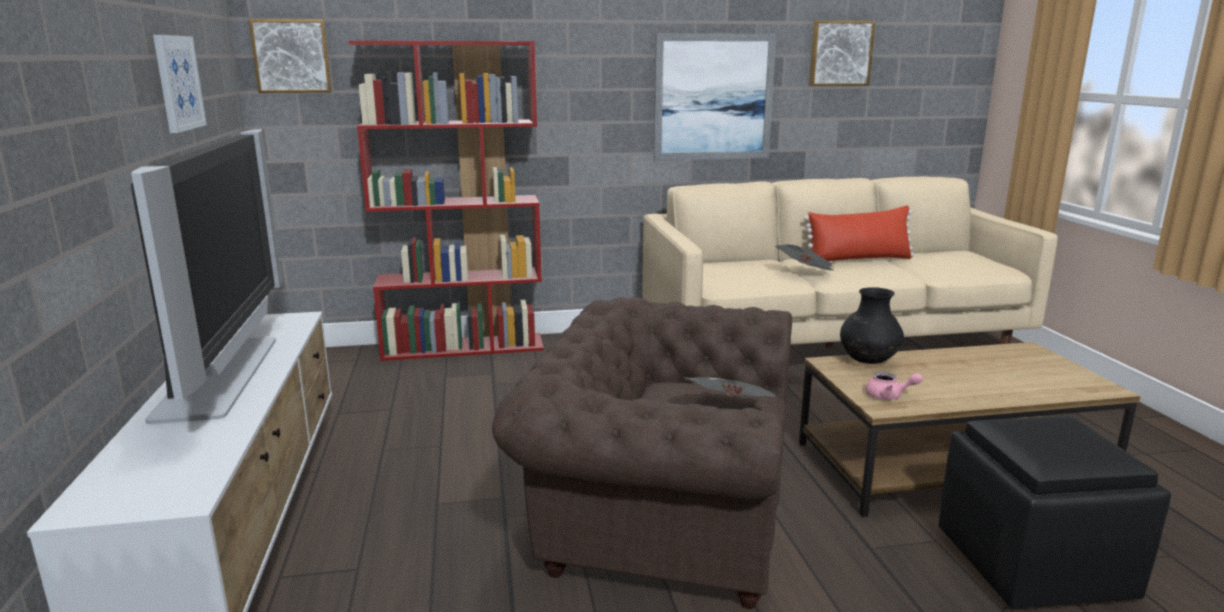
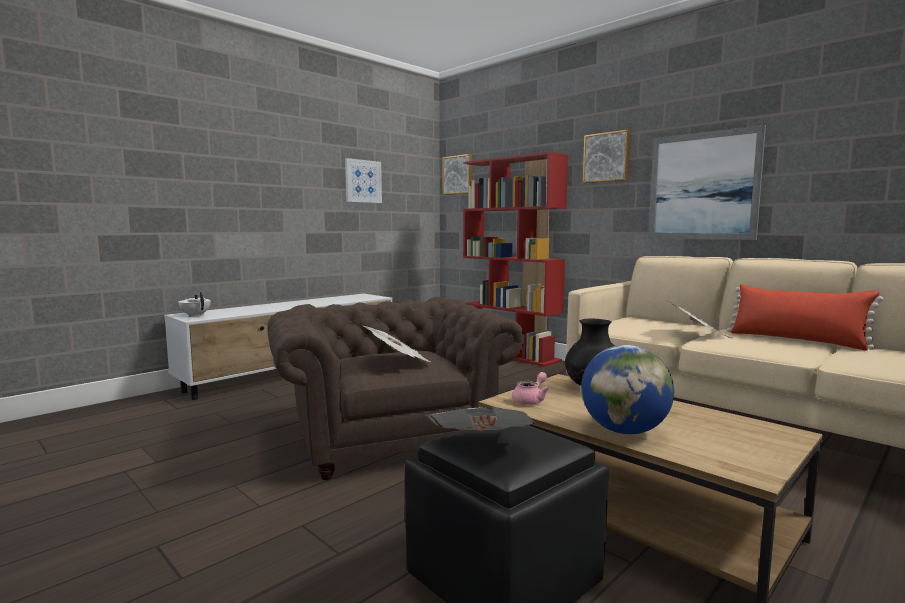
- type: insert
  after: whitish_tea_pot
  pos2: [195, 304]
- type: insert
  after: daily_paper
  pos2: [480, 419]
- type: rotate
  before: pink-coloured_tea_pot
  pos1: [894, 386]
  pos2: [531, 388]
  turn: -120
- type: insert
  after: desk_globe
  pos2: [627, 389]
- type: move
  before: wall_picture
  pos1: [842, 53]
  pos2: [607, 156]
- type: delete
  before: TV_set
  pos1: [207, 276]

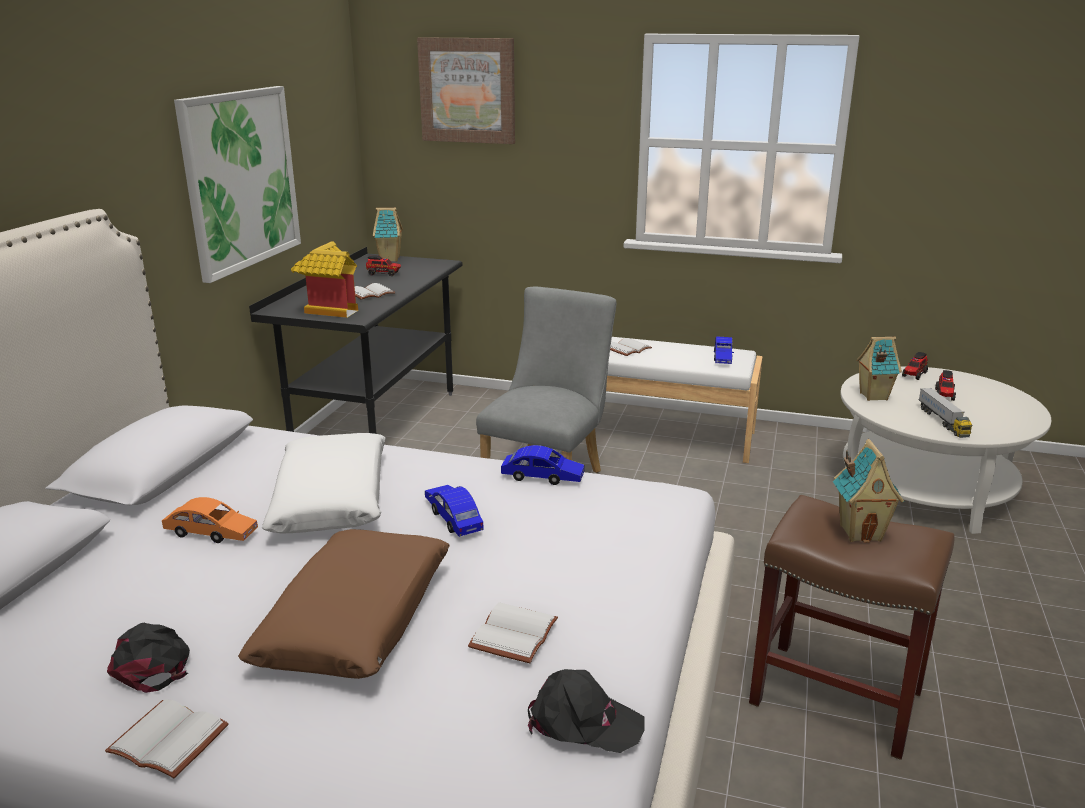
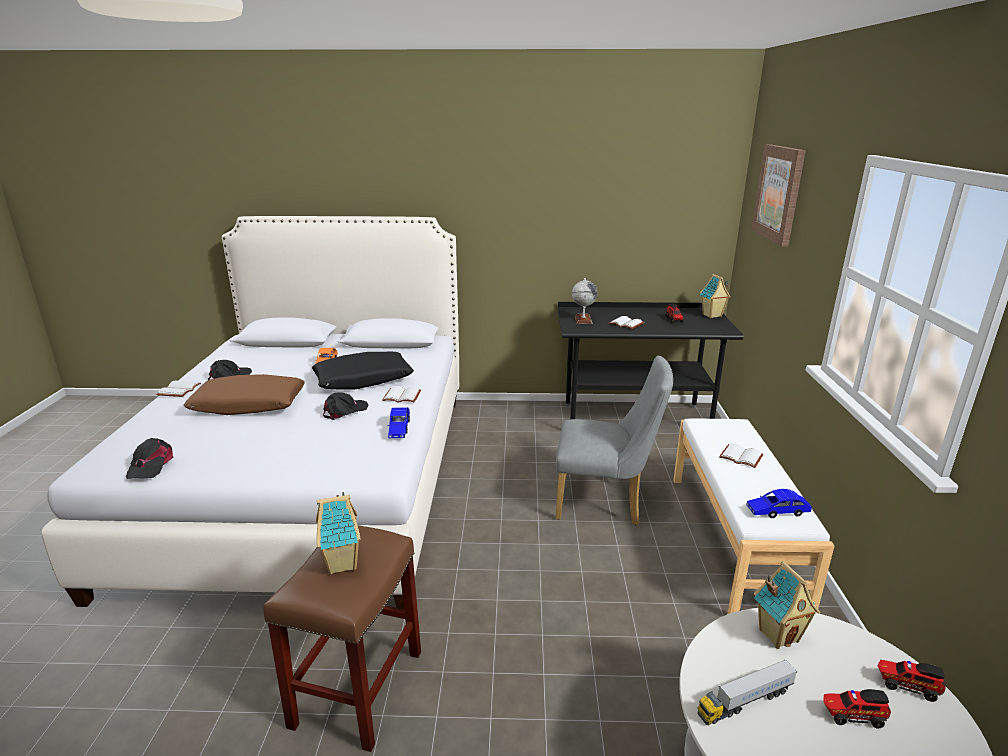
- type: recolor
  before: whitish_throw_pillow
  after: black-coloured_throw_pillow
  pos1: [324, 483]
  pos2: [363, 370]
- type: replace
  before: blue_miniature_car
  after: black-coloured_peaked_cap
  pos1: [454, 511]
  pos2: [345, 406]
- type: move
  before: whitish_book
  pos1: [513, 632]
  pos2: [401, 394]
- type: replace
  before: miniature_house
  after: desk_globe
  pos1: [324, 279]
  pos2: [585, 301]
- type: delete
  before: wall_picture
  pos1: [237, 184]

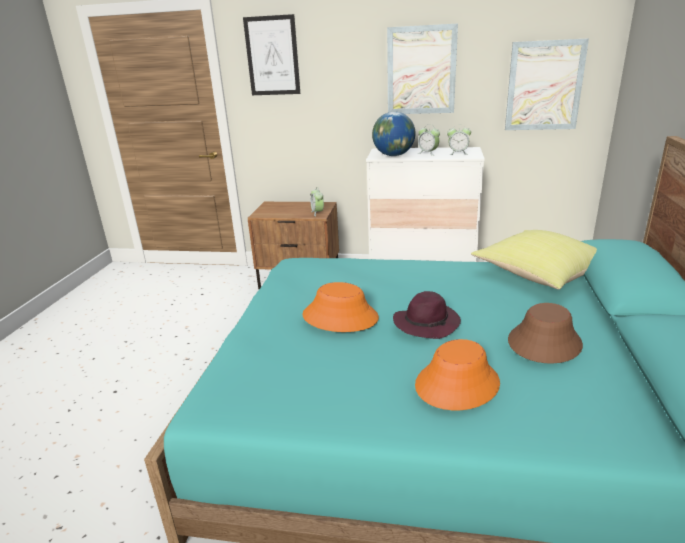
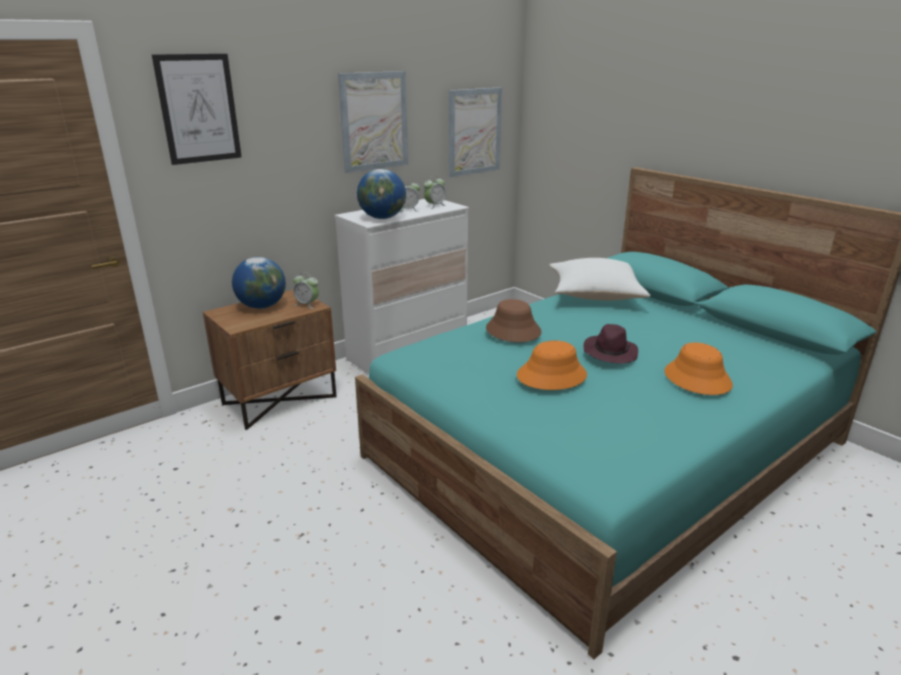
- type: insert
  after: desk_globe
  pos2: [259, 283]
- type: move
  before: brownish_clothing_hat
  pos1: [545, 333]
  pos2: [513, 320]
- type: recolor
  before: yellowish_throw_pillow
  after: whitish_throw_pillow
  pos1: [534, 260]
  pos2: [600, 279]

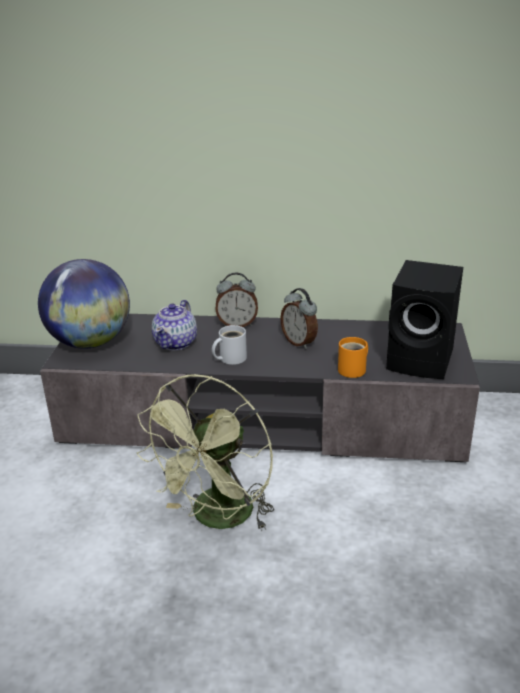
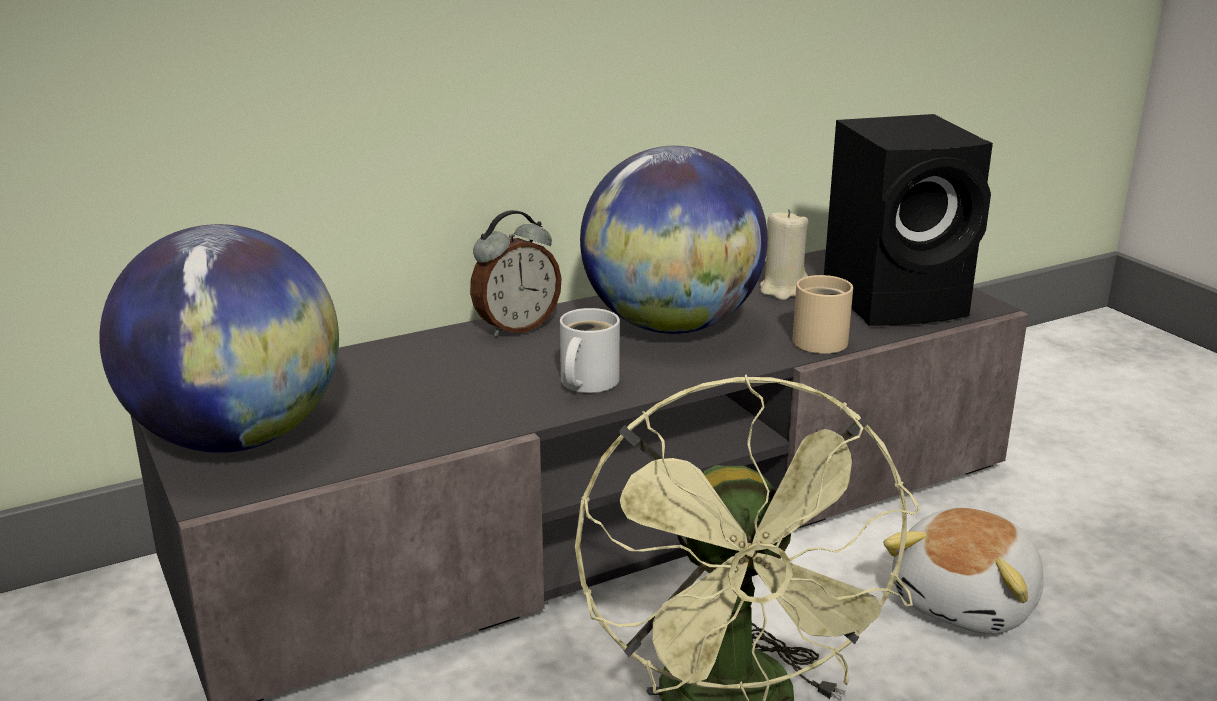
- type: replace
  before: bedside_clock
  after: desk_globe
  pos1: [299, 318]
  pos2: [674, 240]
- type: insert
  after: sand-coloured_wax_candle
  pos2: [784, 254]
- type: recolor
  before: orangey_coffee_mug
  after: sand-coloured_coffee_mug
  pos1: [353, 357]
  pos2: [822, 314]
- type: insert
  after: soft_toy
  pos2: [963, 571]
- type: delete
  before: tea_pot
  pos1: [174, 325]

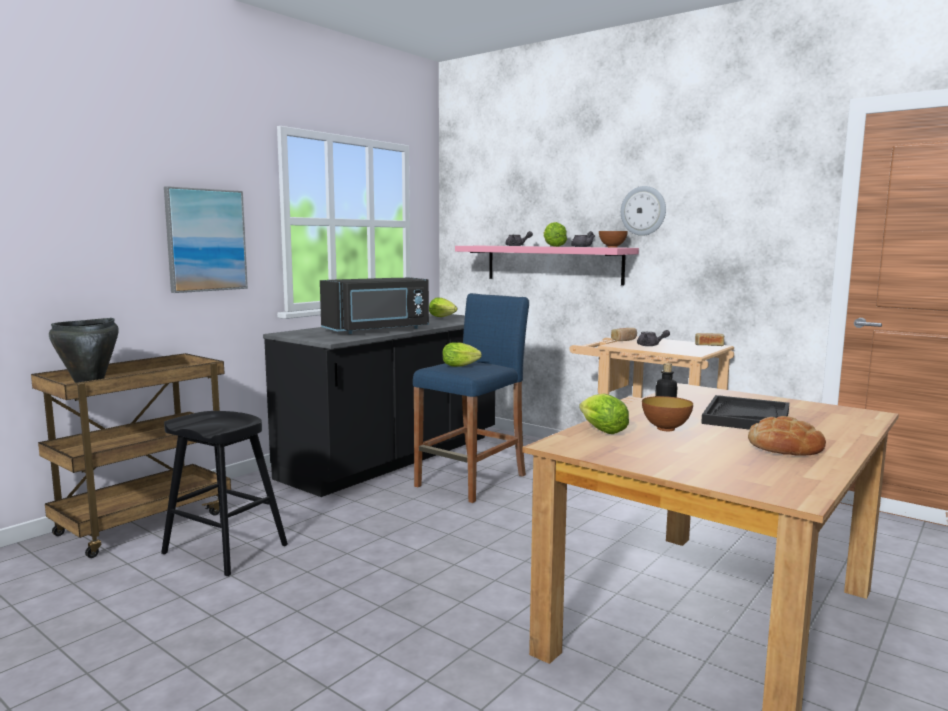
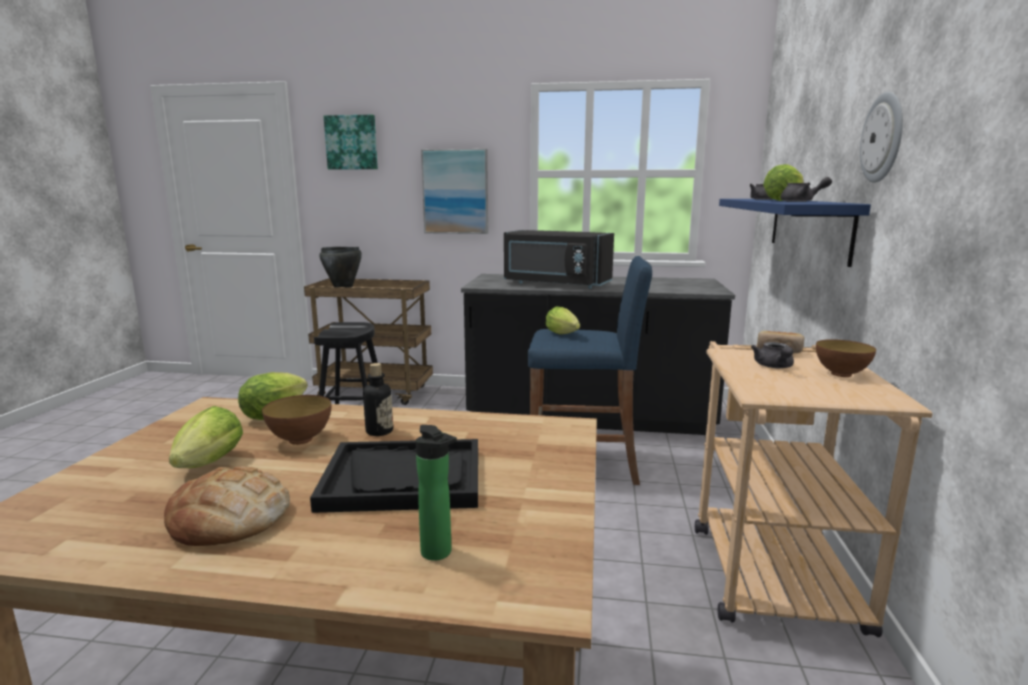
- type: move
  before: lettuce
  pos1: [443, 307]
  pos2: [206, 437]
- type: insert
  after: wall_picture
  pos2: [351, 142]
- type: insert
  after: drink_bottle
  pos2: [436, 493]
- type: recolor
  before: pink-coloured_wall_shelf
  after: blue_wall_shelf
  pos1: [547, 266]
  pos2: [795, 233]
- type: move
  before: bowl
  pos1: [613, 239]
  pos2: [846, 358]
- type: delete
  before: bakery_bread
  pos1: [709, 339]

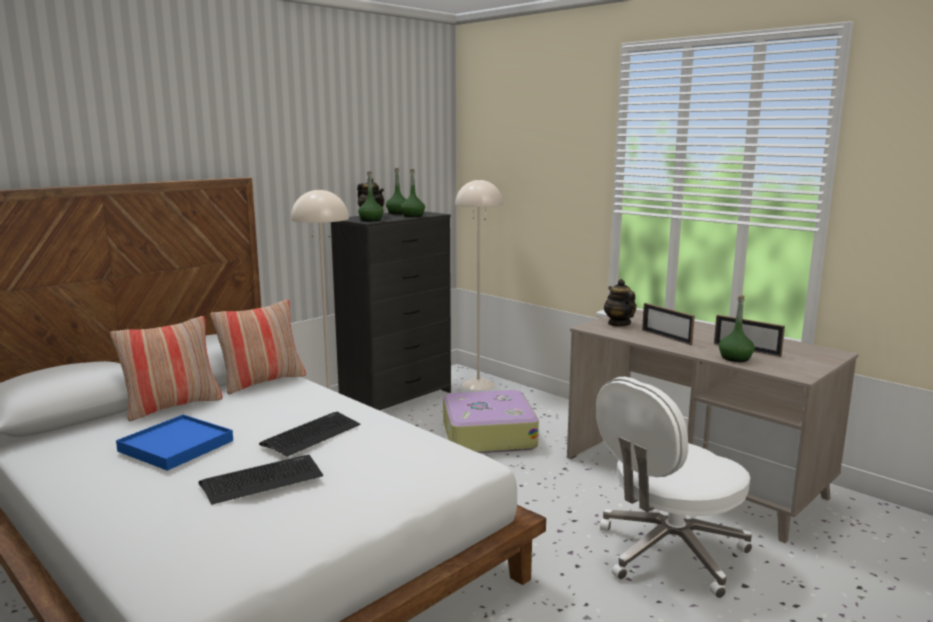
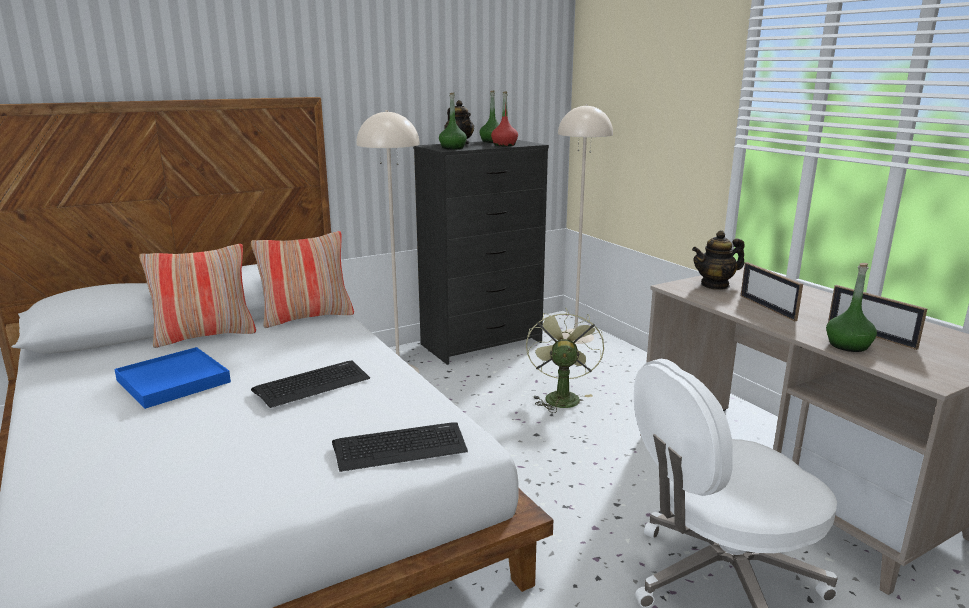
- type: move
  before: keyboard
  pos1: [260, 480]
  pos2: [400, 447]
- type: recolor
  before: green_drink_bottle
  after: red_drink_bottle
  pos1: [413, 193]
  pos2: [504, 118]
- type: replace
  before: suitcase
  after: green_fan
  pos1: [491, 421]
  pos2: [565, 360]
- type: rotate
  before: tea_pot
  pos1: [620, 302]
  pos2: [718, 260]
  turn: -105

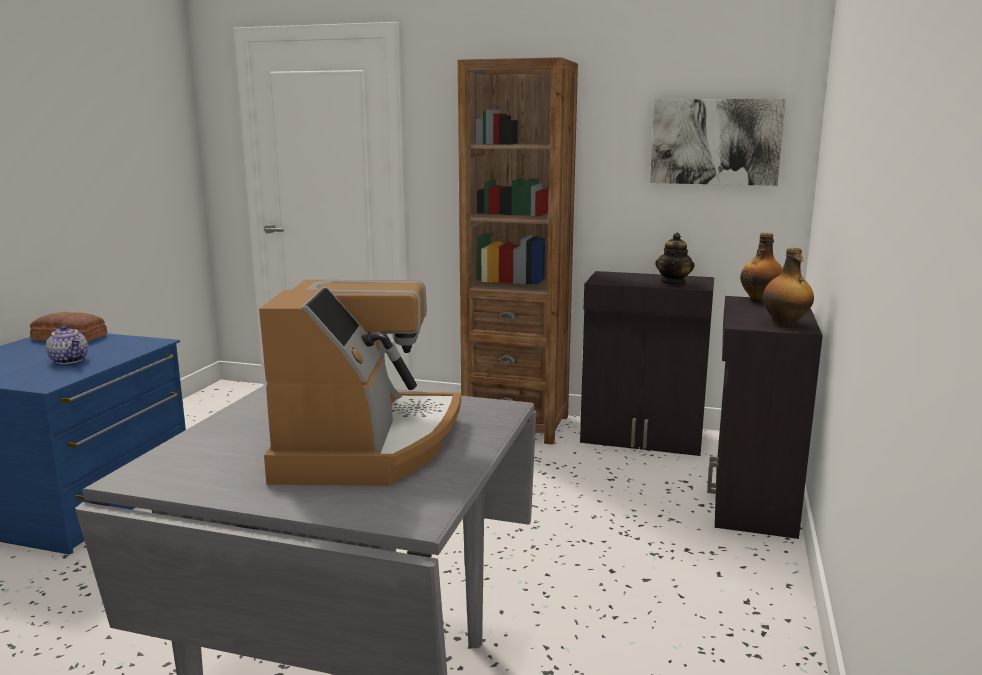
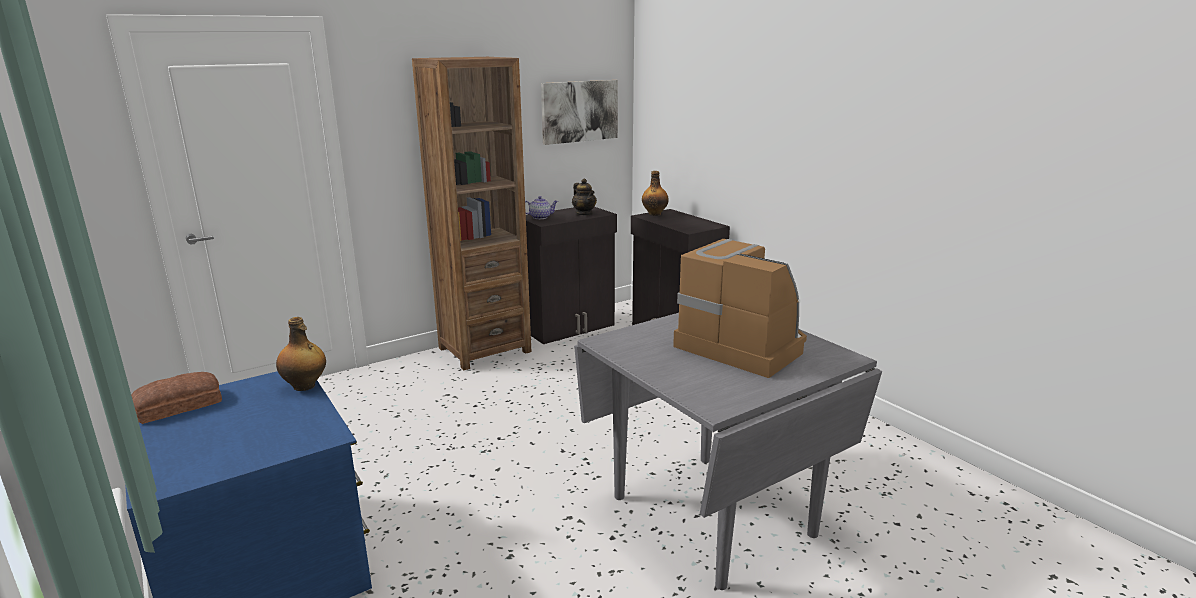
- type: move
  before: drink_bottle
  pos1: [788, 287]
  pos2: [301, 354]
- type: move
  before: tea_pot
  pos1: [67, 344]
  pos2: [542, 207]

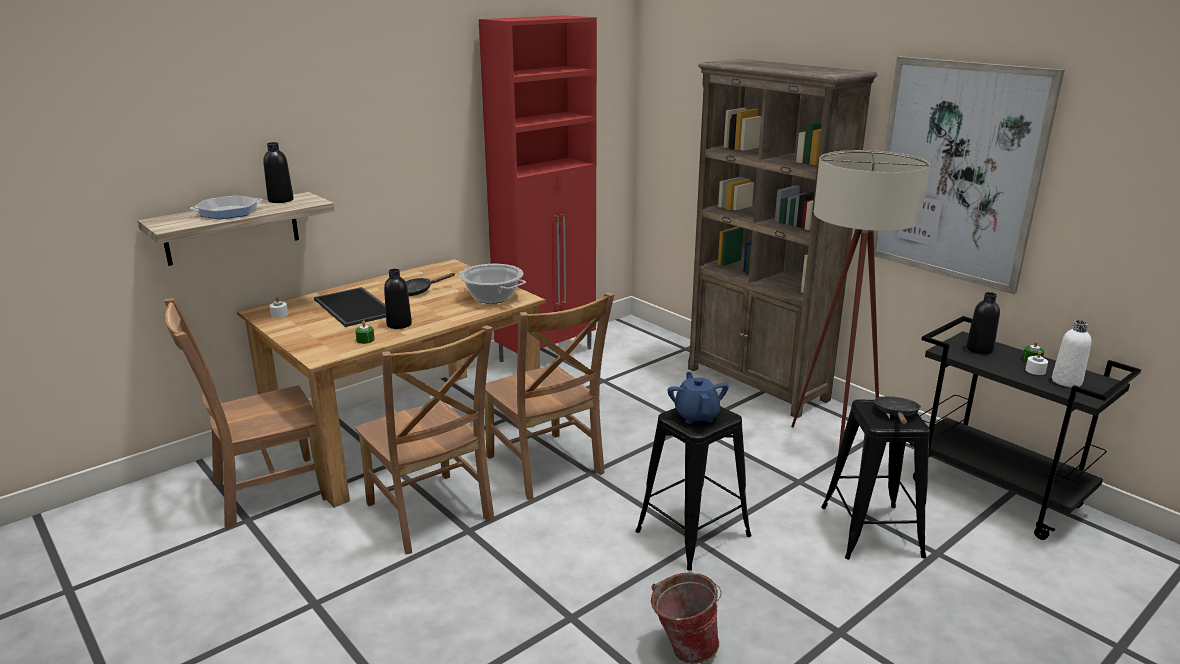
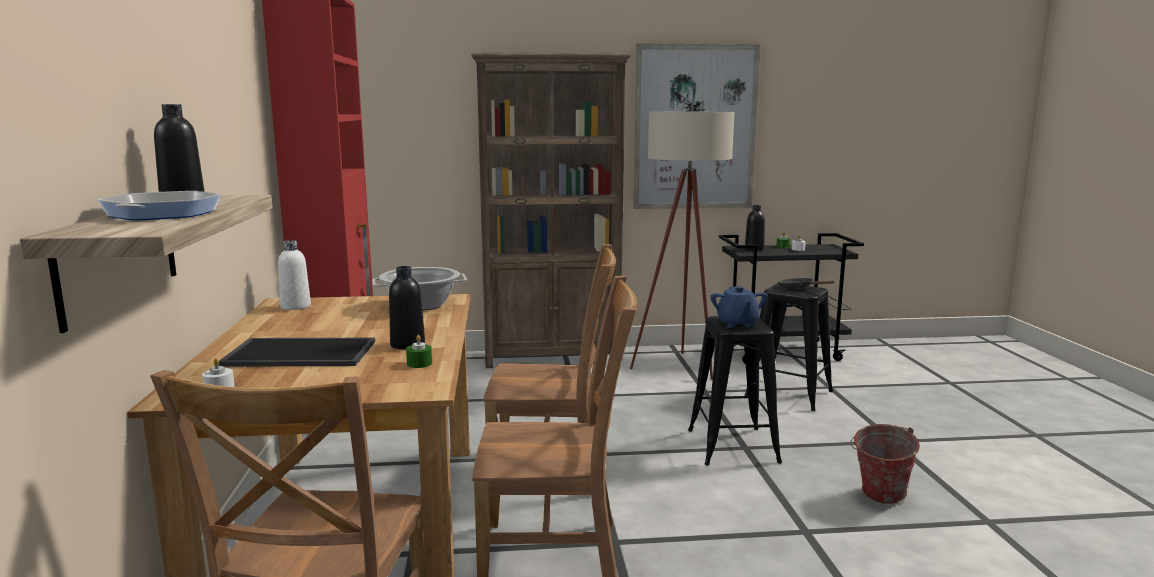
- type: move
  before: whitish_drink_bottle
  pos1: [1071, 353]
  pos2: [294, 275]
- type: rotate
  before: blue_tea_pot
  pos1: [698, 398]
  pos2: [739, 307]
  turn: -120
- type: delete
  before: black-coloured_pan
  pos1: [430, 284]

